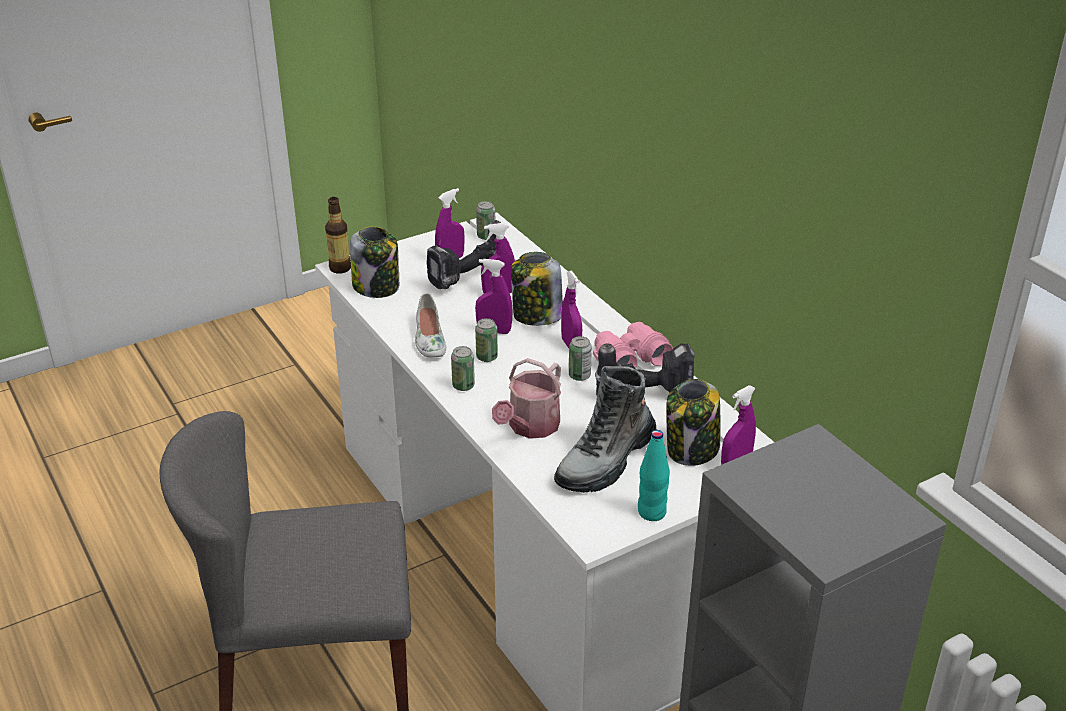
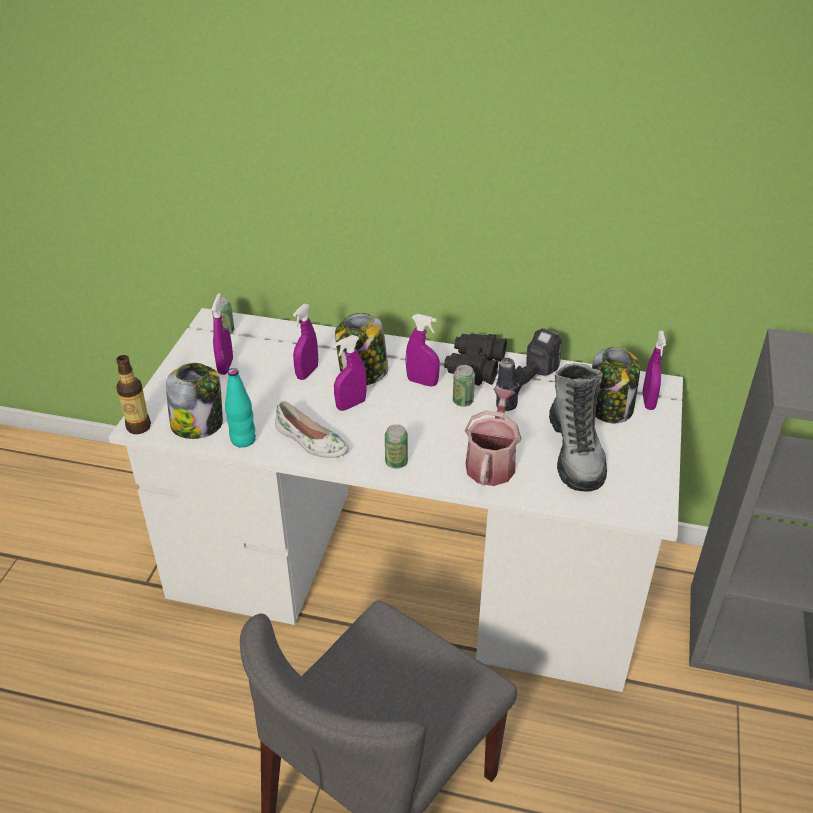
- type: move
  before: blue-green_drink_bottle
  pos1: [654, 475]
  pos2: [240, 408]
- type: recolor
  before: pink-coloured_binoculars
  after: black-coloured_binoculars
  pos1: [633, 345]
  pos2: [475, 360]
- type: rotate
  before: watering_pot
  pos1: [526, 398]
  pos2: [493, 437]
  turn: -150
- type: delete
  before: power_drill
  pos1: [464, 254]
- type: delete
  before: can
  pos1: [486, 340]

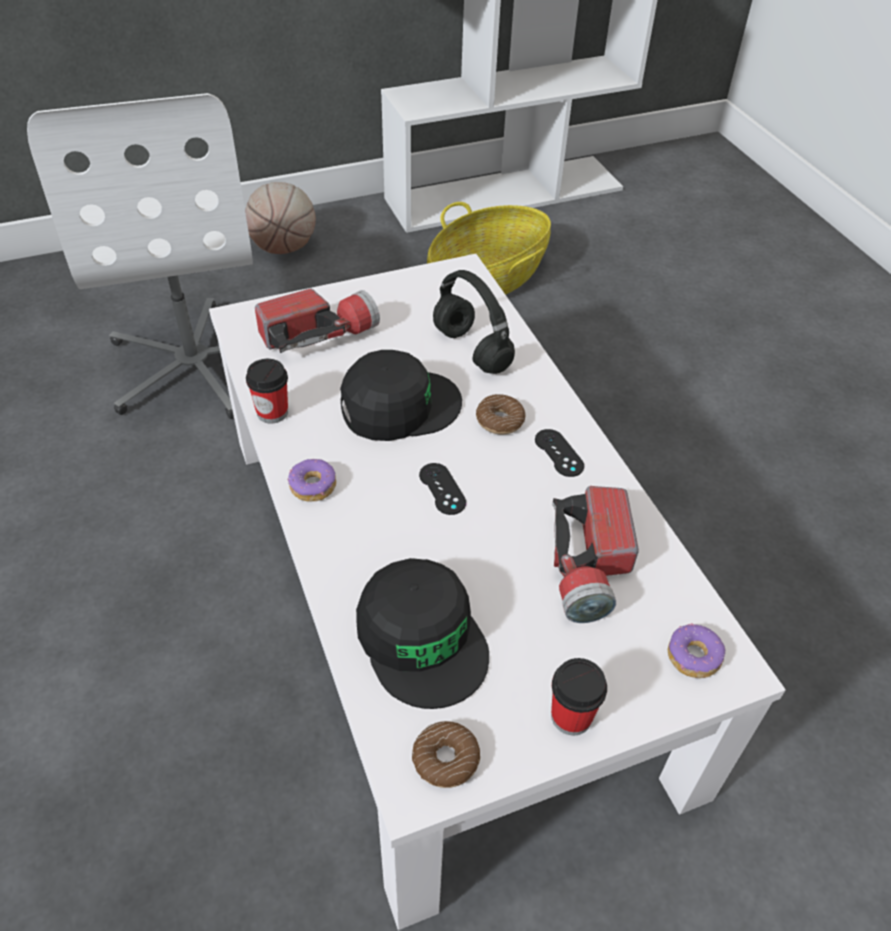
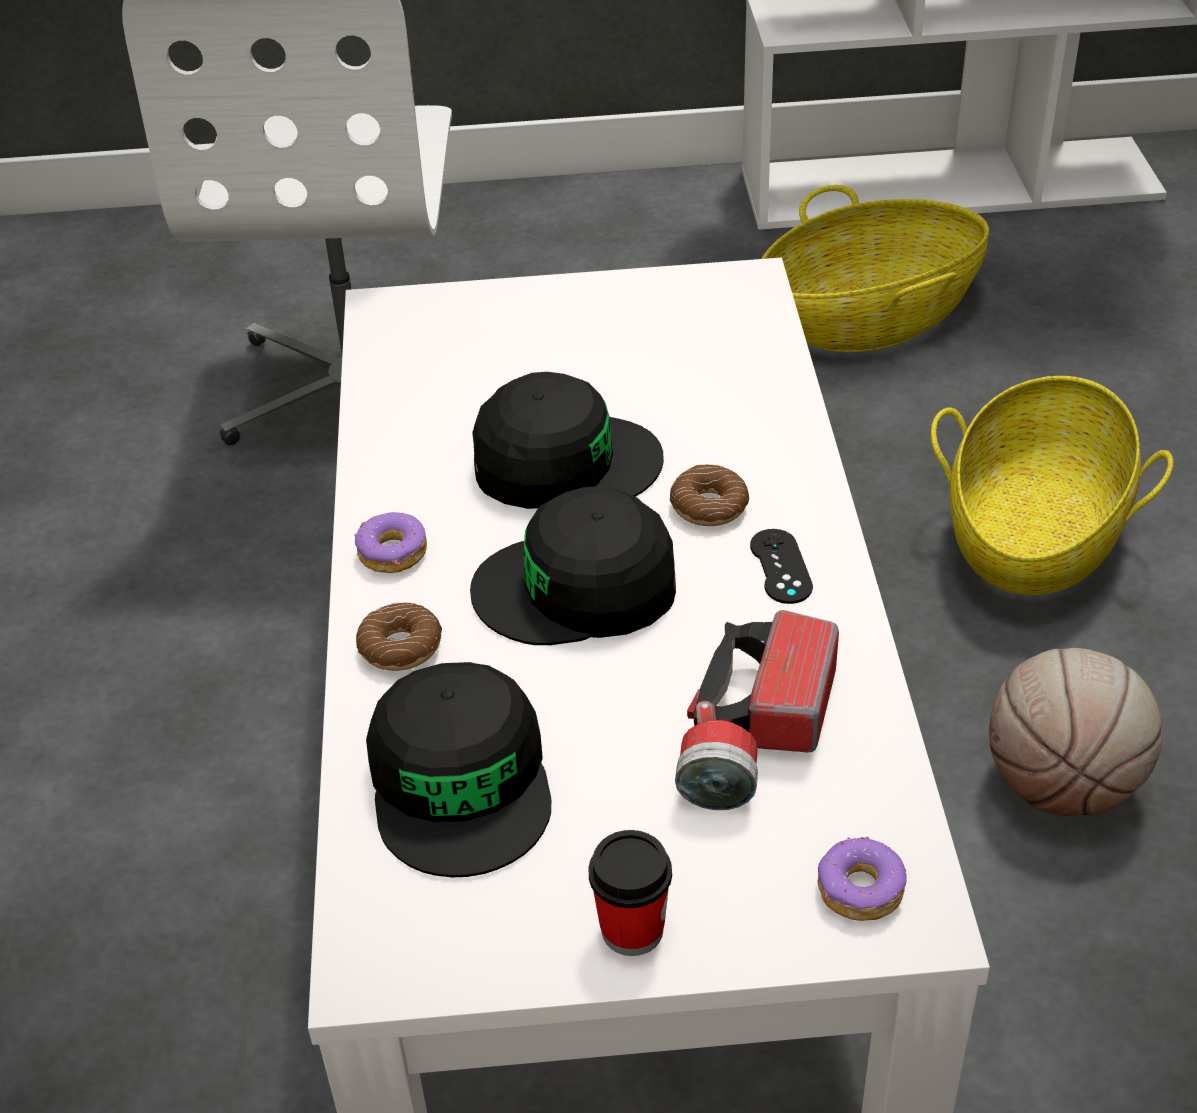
- type: move
  before: ring_doughnut
  pos1: [446, 754]
  pos2: [399, 636]
- type: replace
  before: black-coloured_gamepad
  after: black-coloured_peaked_cap
  pos1: [442, 489]
  pos2: [573, 565]
- type: insert
  after: household_basket
  pos2: [1052, 485]
- type: move
  before: ball_for_basketball
  pos1: [280, 218]
  pos2: [1075, 732]
- type: delete
  before: small_cup
  pos1: [267, 391]
- type: delete
  before: flashlight
  pos1: [317, 321]
- type: delete
  before: black-coloured_headset
  pos1: [474, 322]

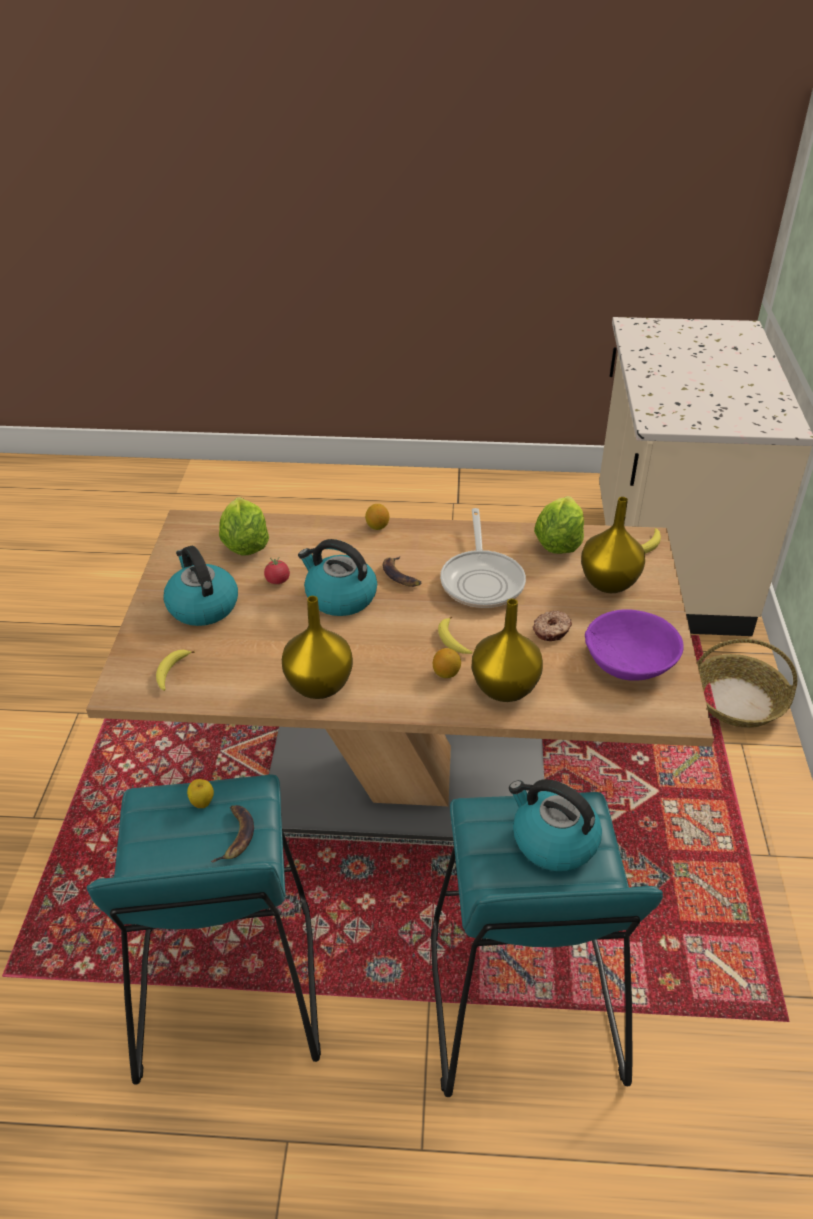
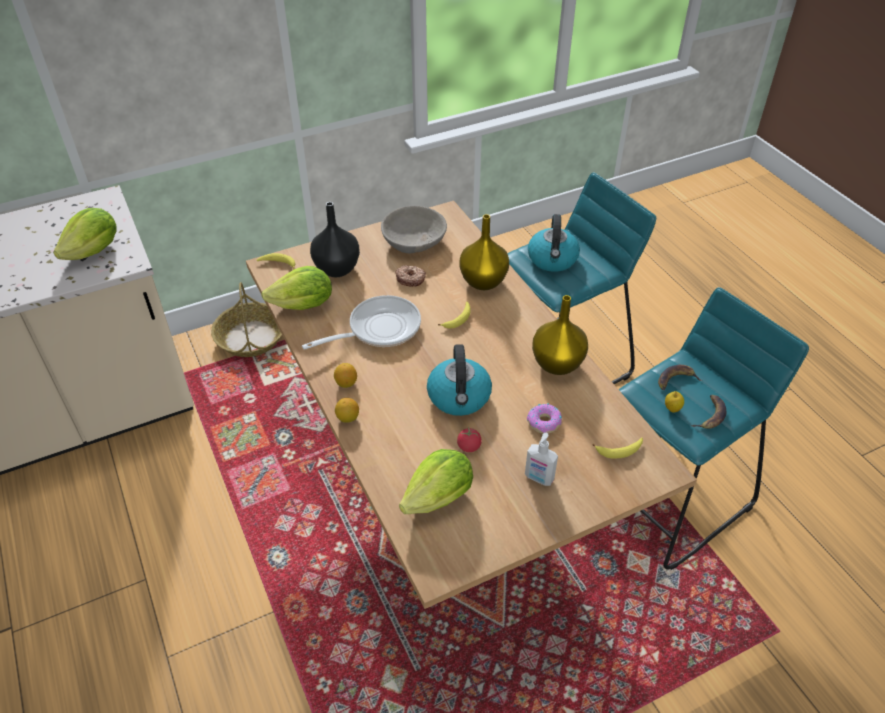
- type: insert
  after: lettuce
  pos2: [85, 234]
- type: recolor
  before: yellowish_vase
  after: black-coloured_vase
  pos1: [613, 545]
  pos2: [335, 239]
- type: move
  before: citrus_fruit
  pos1: [447, 663]
  pos2: [345, 375]
- type: recolor
  before: purple_bowl
  after: gray_bowl
  pos1: [634, 645]
  pos2: [414, 230]
- type: replace
  before: water_kettle
  after: liquid_soap_bottle
  pos1: [200, 586]
  pos2: [541, 459]
- type: insert
  after: ring_doughnut
  pos2: [544, 419]
- type: move
  before: banana_fruit
  pos1: [402, 571]
  pos2: [708, 412]

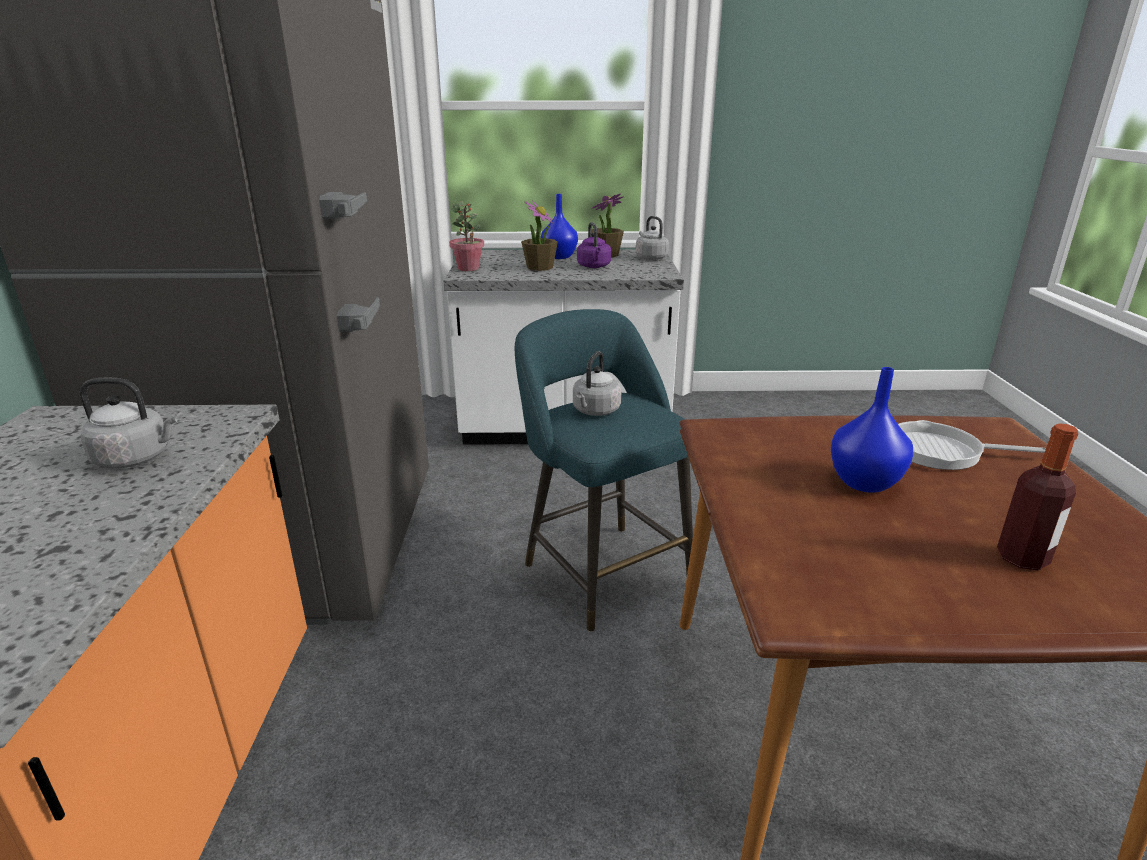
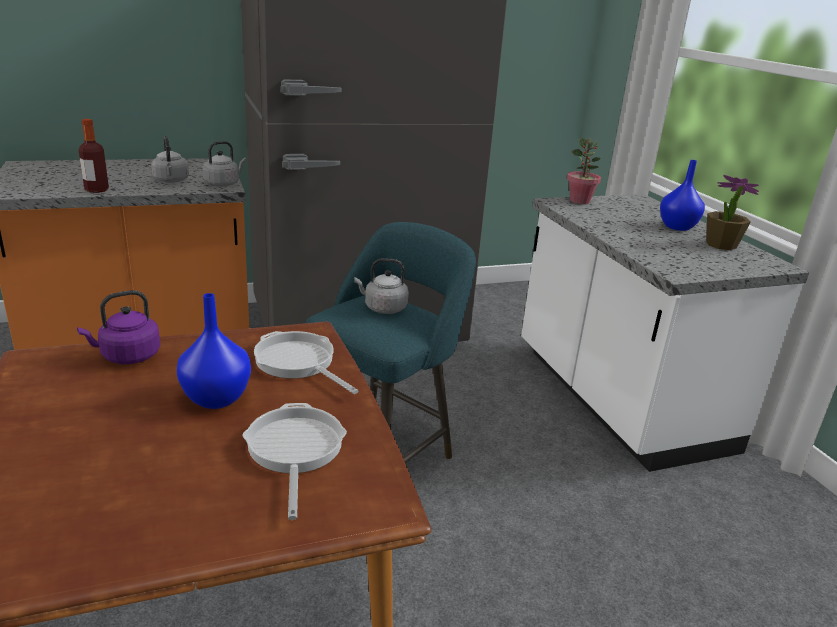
- type: move
  before: purple_water_kettle
  pos1: [594, 245]
  pos2: [119, 327]
- type: move
  before: drink_bottle
  pos1: [1038, 496]
  pos2: [94, 156]
- type: move
  before: gray_water_kettle
  pos1: [652, 238]
  pos2: [224, 164]
- type: insert
  after: pan
  pos2: [306, 362]
- type: delete
  before: plant_in_a_pot
  pos1: [539, 236]

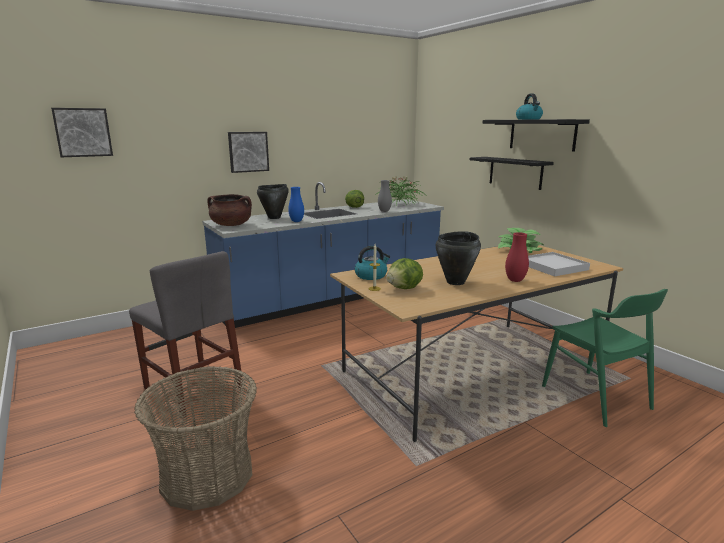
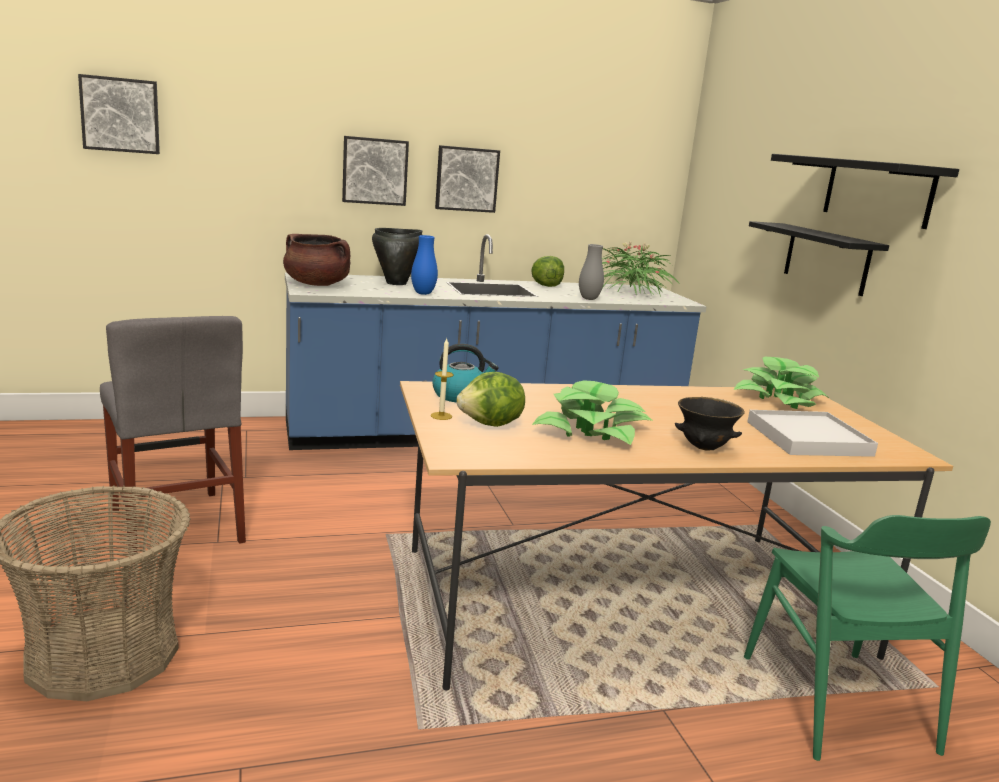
- type: insert
  after: wall_picture
  pos2: [467, 179]
- type: replace
  before: black-coloured_cooking_pot
  after: plant_in_a_pot
  pos1: [458, 258]
  pos2: [592, 412]
- type: replace
  before: red_vase
  after: black-coloured_bowl
  pos1: [517, 257]
  pos2: [709, 424]
- type: delete
  before: water_kettle
  pos1: [529, 106]

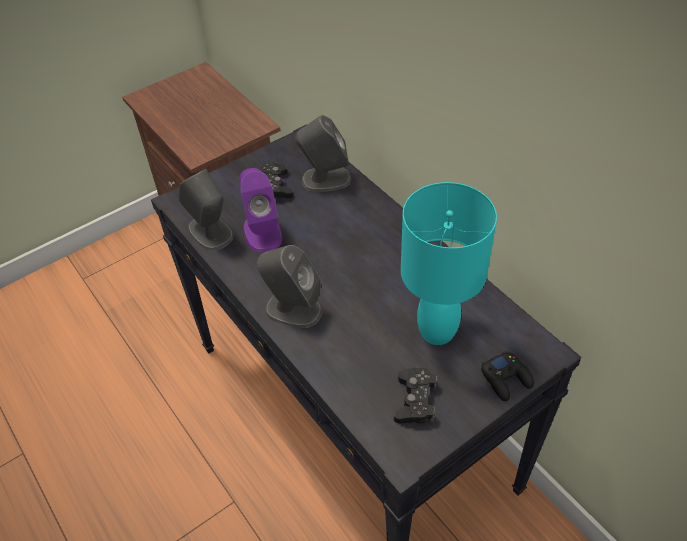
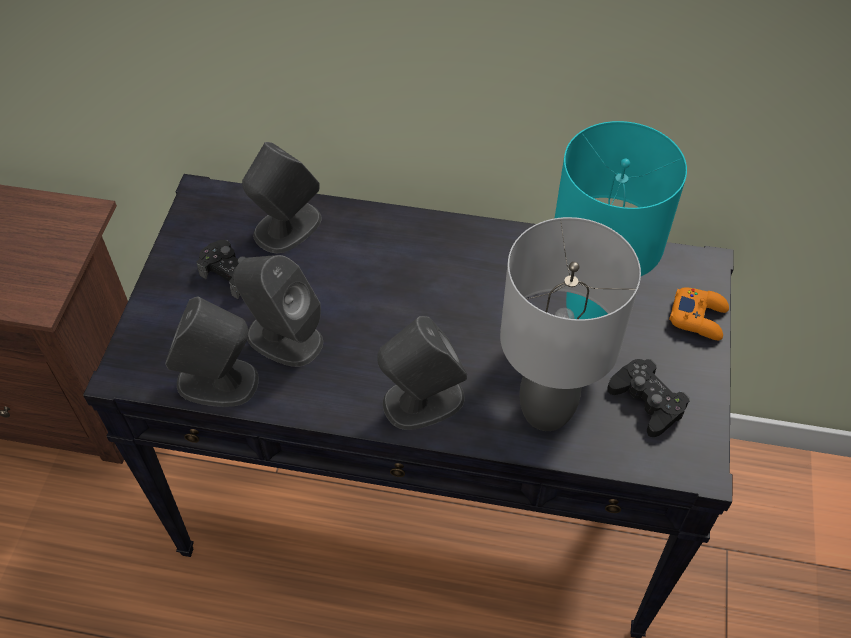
- type: recolor
  before: purple_audio_speaker
  after: gray_audio_speaker
  pos1: [260, 210]
  pos2: [278, 311]
- type: insert
  after: gray_table_lamp
  pos2: [570, 324]
- type: recolor
  before: black-coloured_gamepad
  after: orangey_gamepad
  pos1: [507, 376]
  pos2: [699, 313]

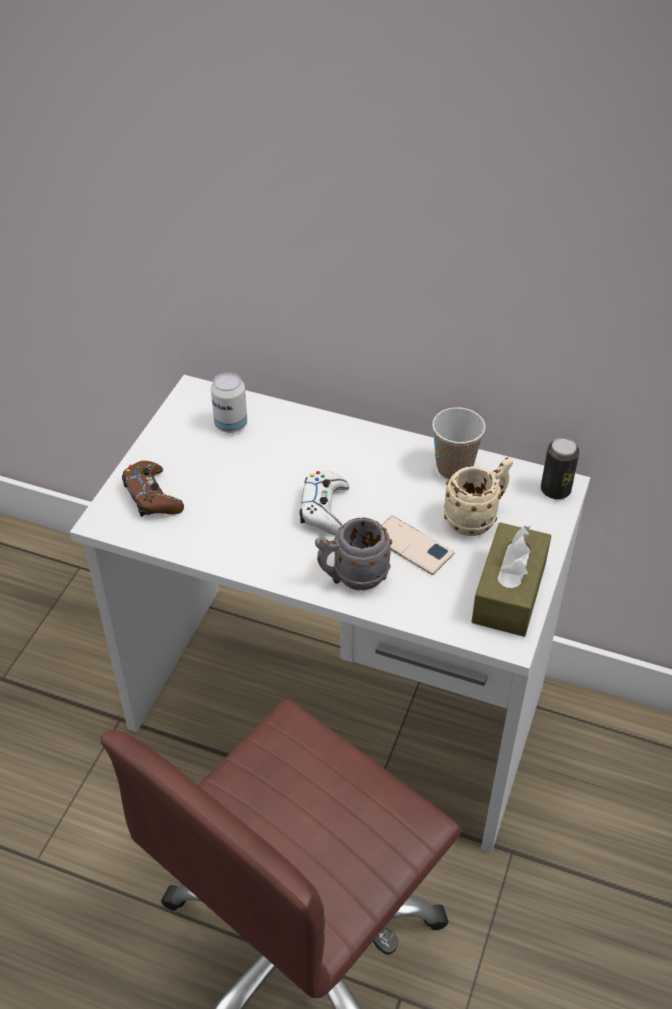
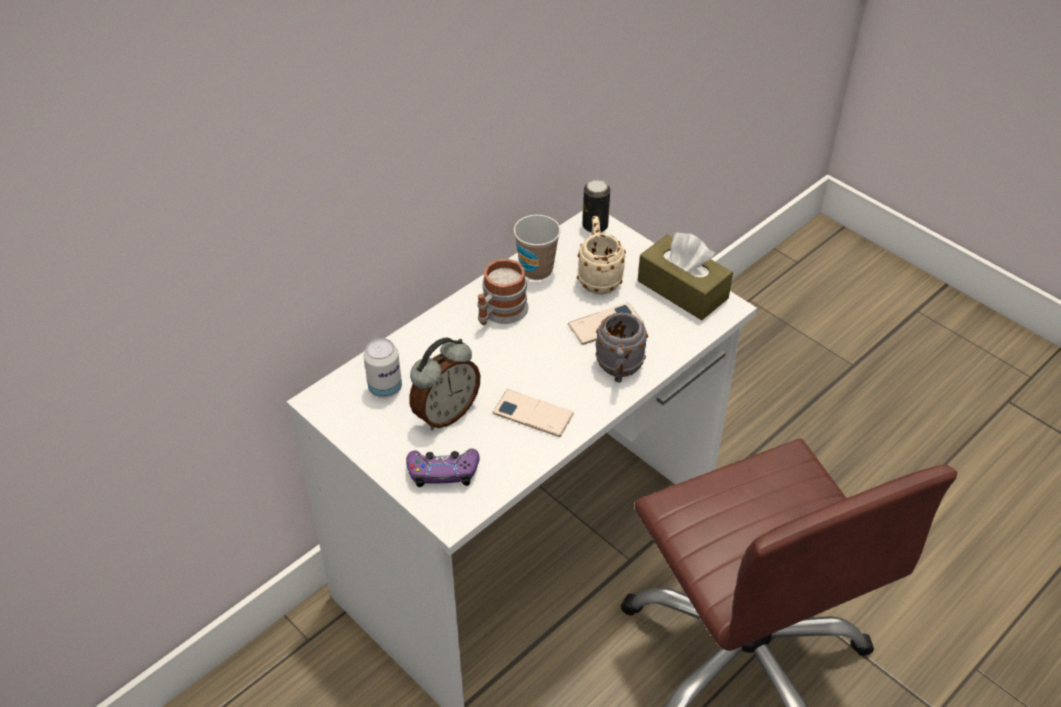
- type: recolor
  before: brownish_gamepad
  after: purple_gamepad
  pos1: [153, 489]
  pos2: [443, 468]
- type: insert
  after: bedside_clock
  pos2: [444, 384]
- type: insert
  after: coffee_mug
  pos2: [503, 292]
- type: insert
  after: handset
  pos2: [533, 413]
- type: delete
  before: whitish_gamepad
  pos1: [324, 503]

